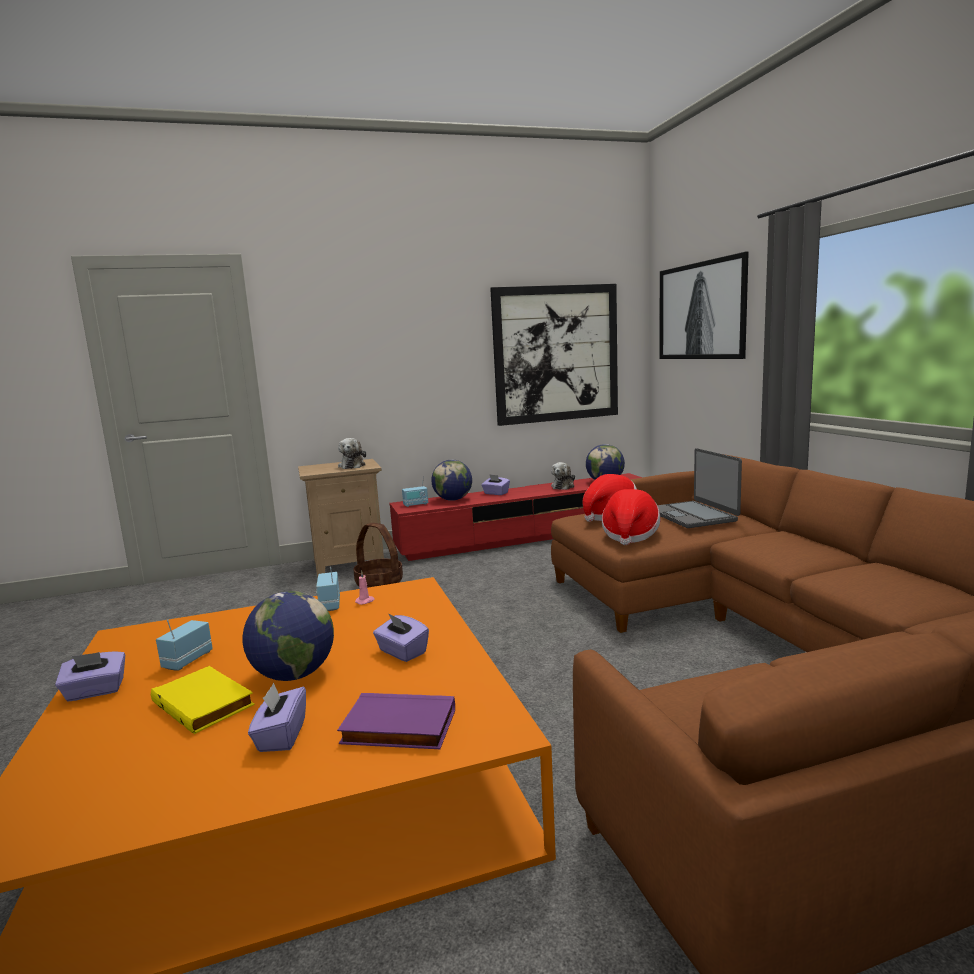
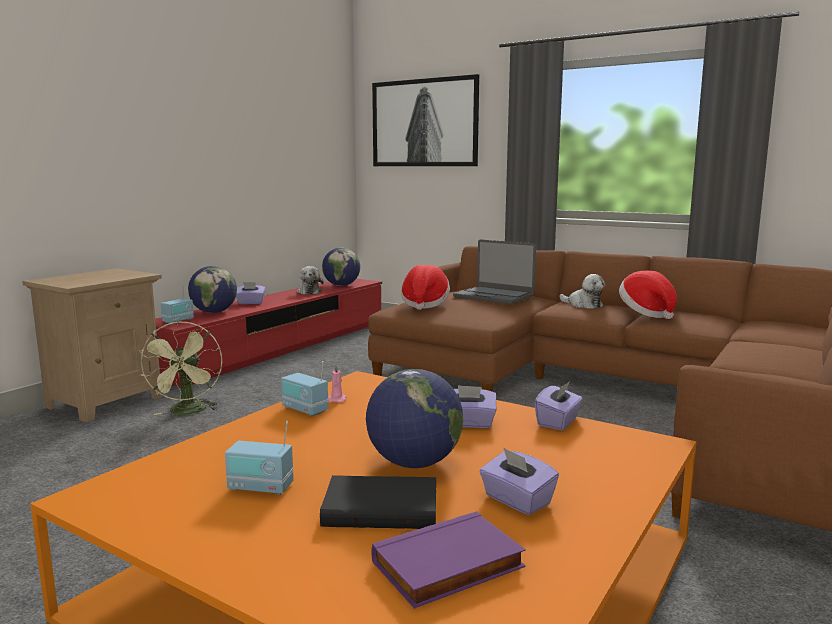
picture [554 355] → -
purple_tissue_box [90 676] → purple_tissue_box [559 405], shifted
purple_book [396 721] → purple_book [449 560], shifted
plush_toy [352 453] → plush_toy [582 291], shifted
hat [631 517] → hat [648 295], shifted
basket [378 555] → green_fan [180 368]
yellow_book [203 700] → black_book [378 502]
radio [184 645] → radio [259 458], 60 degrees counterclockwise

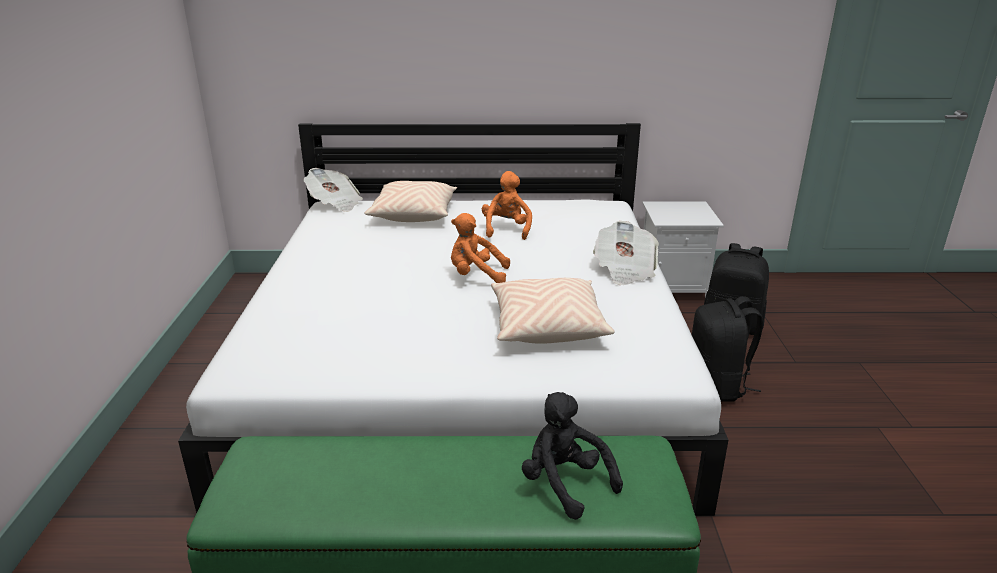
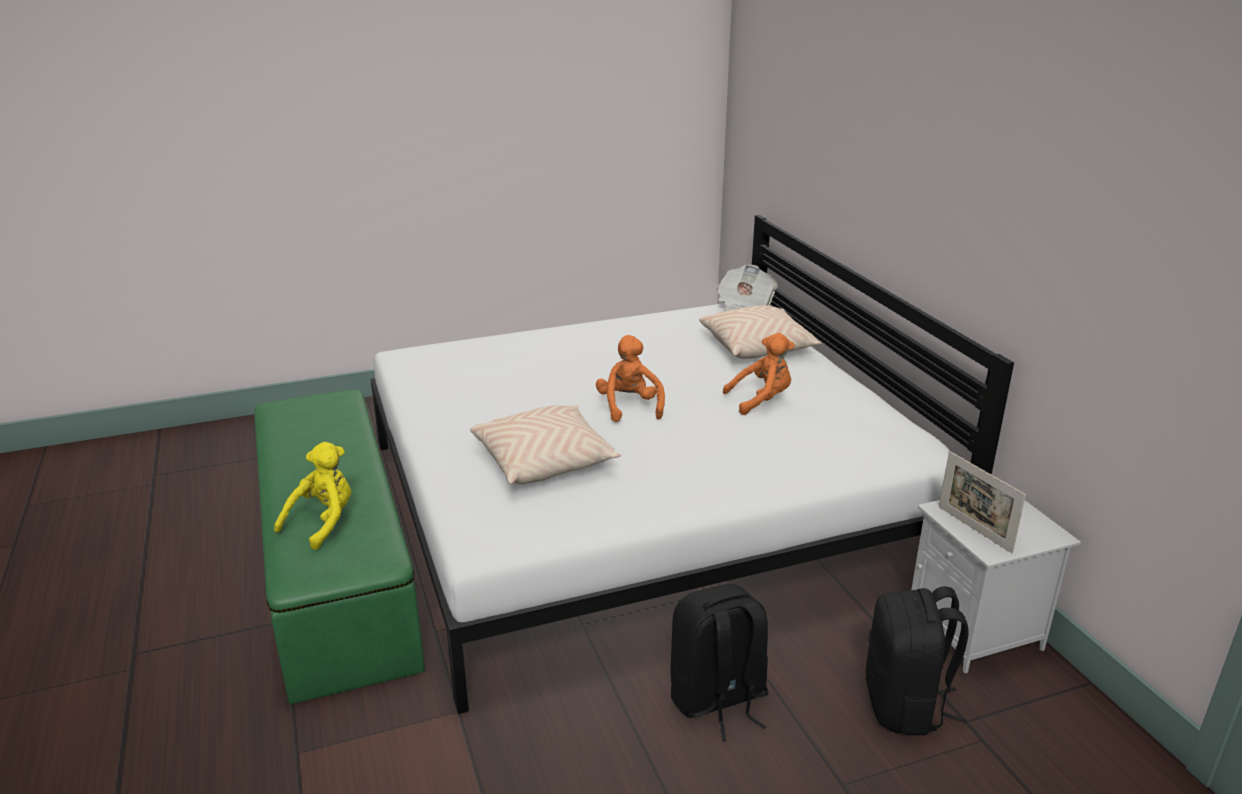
newspaper [626 253] → -
- → picture_frame [982 502]
black_plush_toy [572 456] → yellow_plush_toy [312 496]

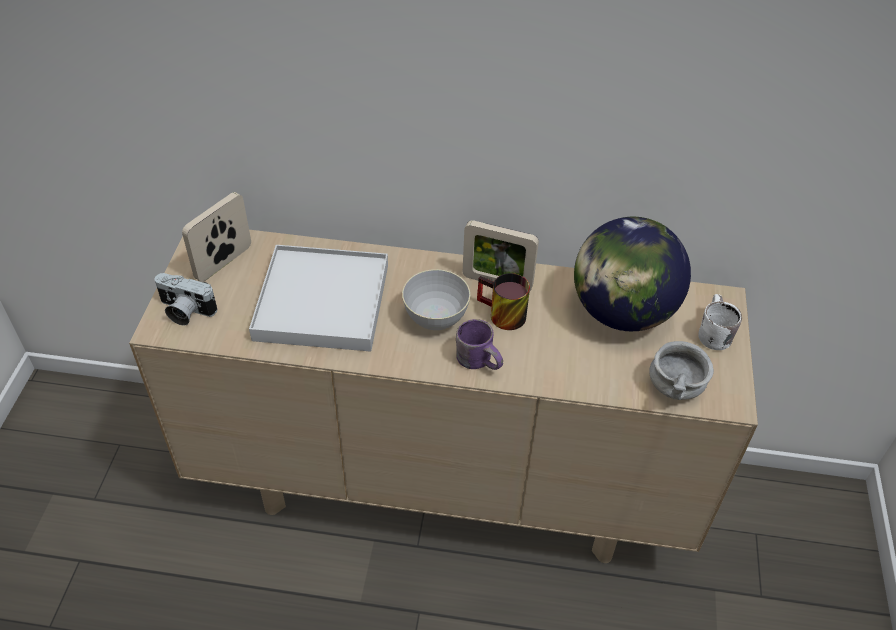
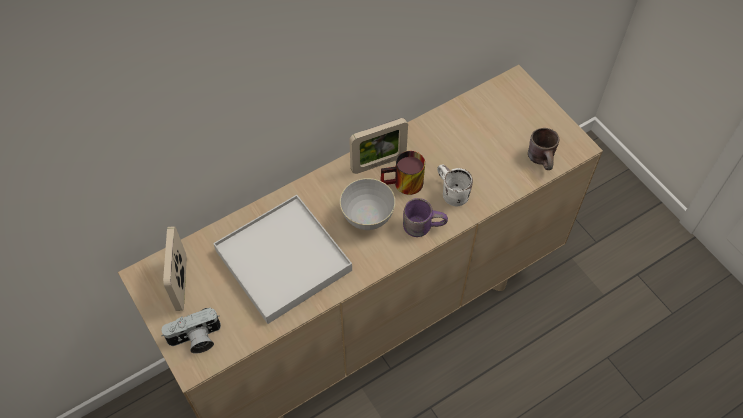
globe [632 274] → -
white_mug [720 322] → white_mug [455 185], shifted
grey_bowl [681 370] → brown_mug [543 149]

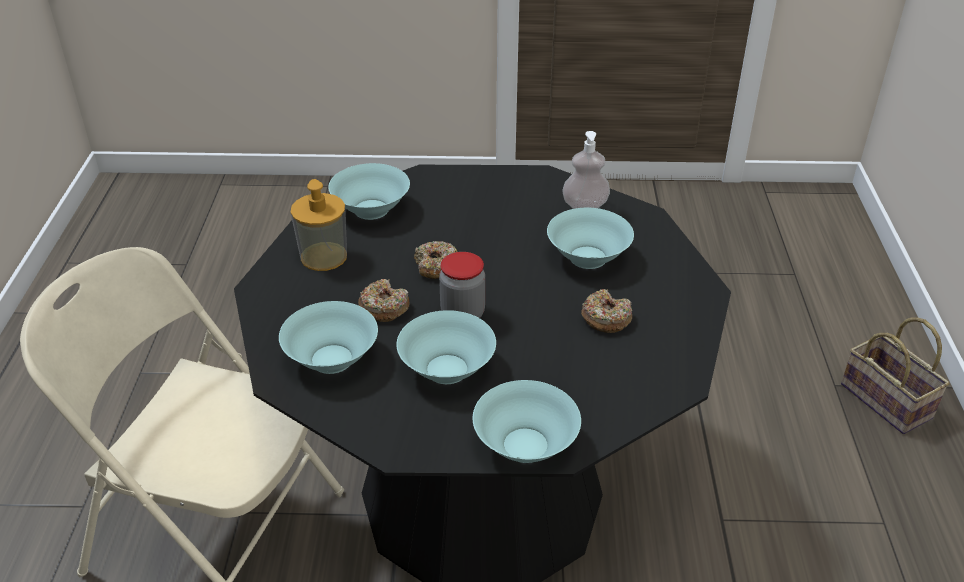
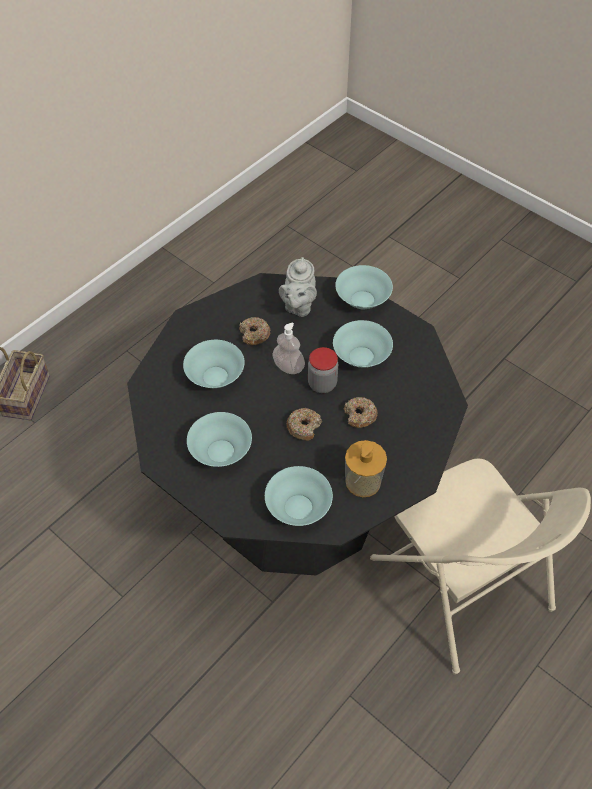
- → grey_teapot [298 287]
turquoise_bowl [328 337] → turquoise_bowl [219 439], shifted
soap_dispenser [586 170] → soap_dispenser [288 348], shifted

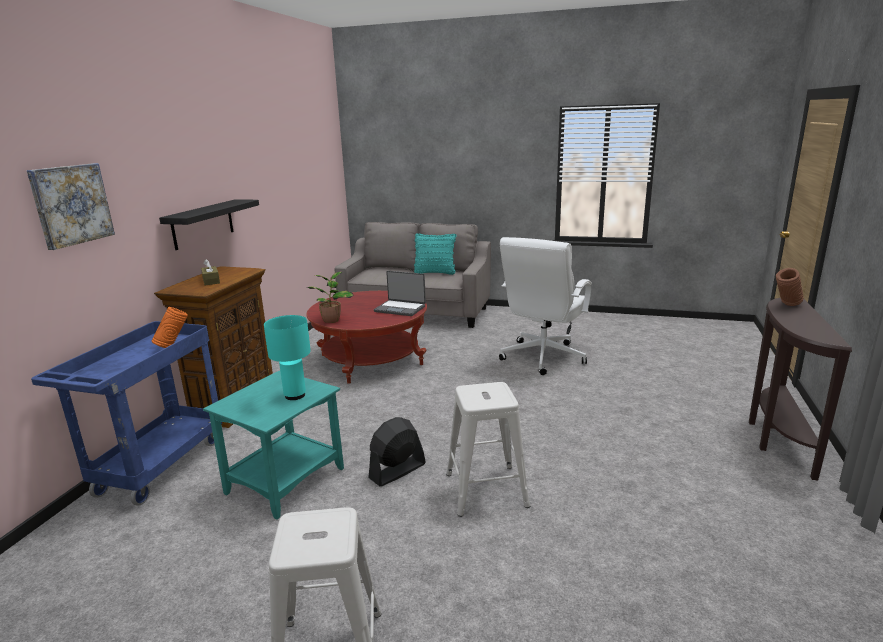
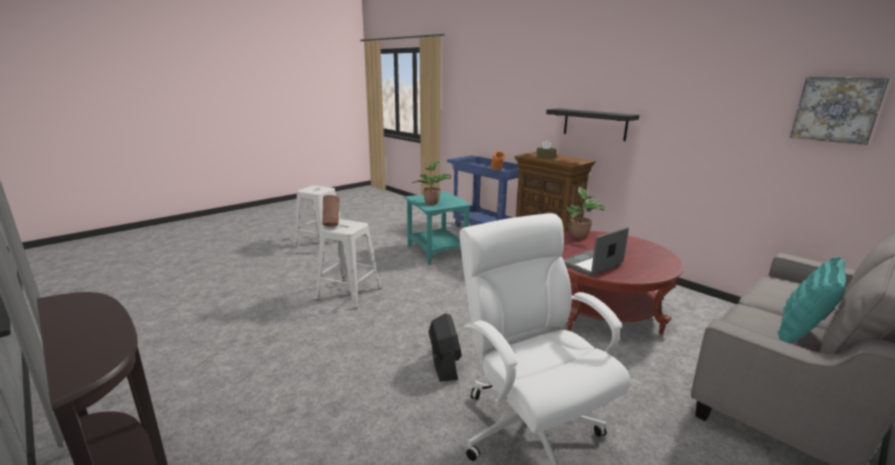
picture [71 206] → picture [840 110], shifted
black_fan [397 452] → black_fan [445 347], shifted
brown_vase [790 287] → brown_vase [330 211], shifted
turquoise_table_lamp [287 357] → potted_plant [432 183]

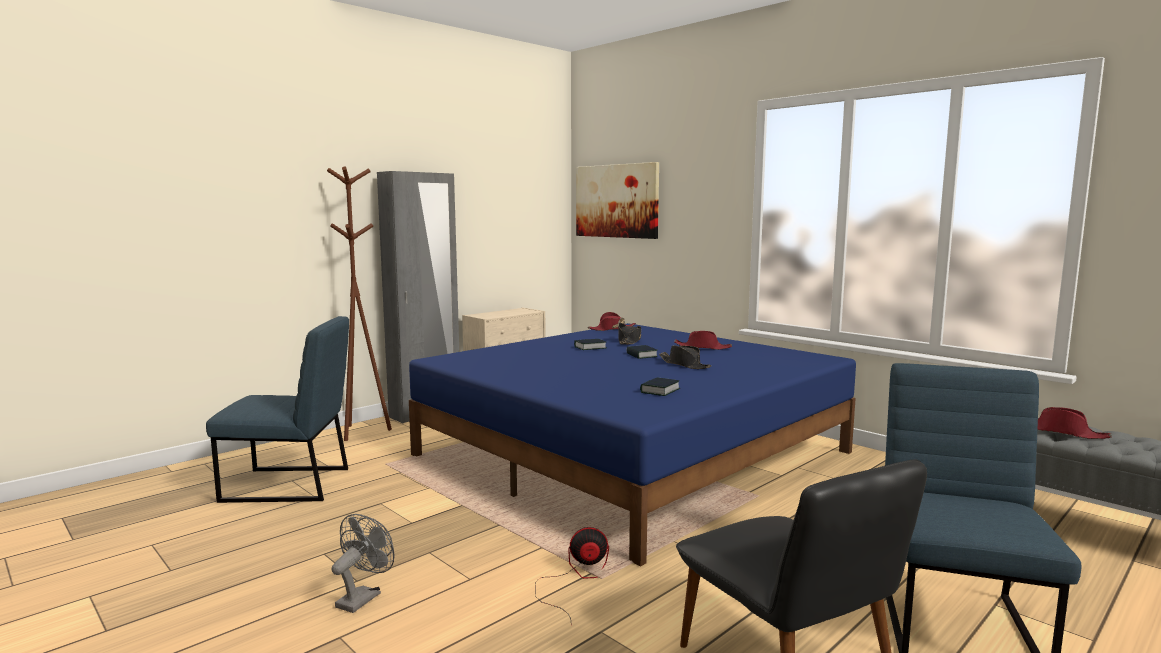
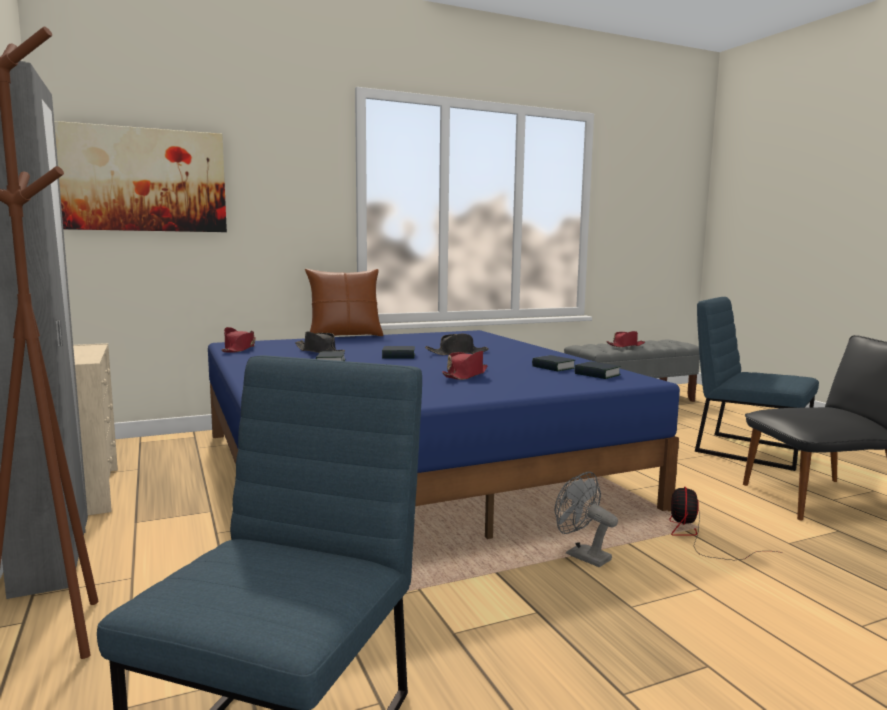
- → brown_pillow [344 302]
- → book [597 370]
grey_fan [363 563] → grey_fan [586 519], shifted
red_hat [703 340] → red_hat [465 365], shifted

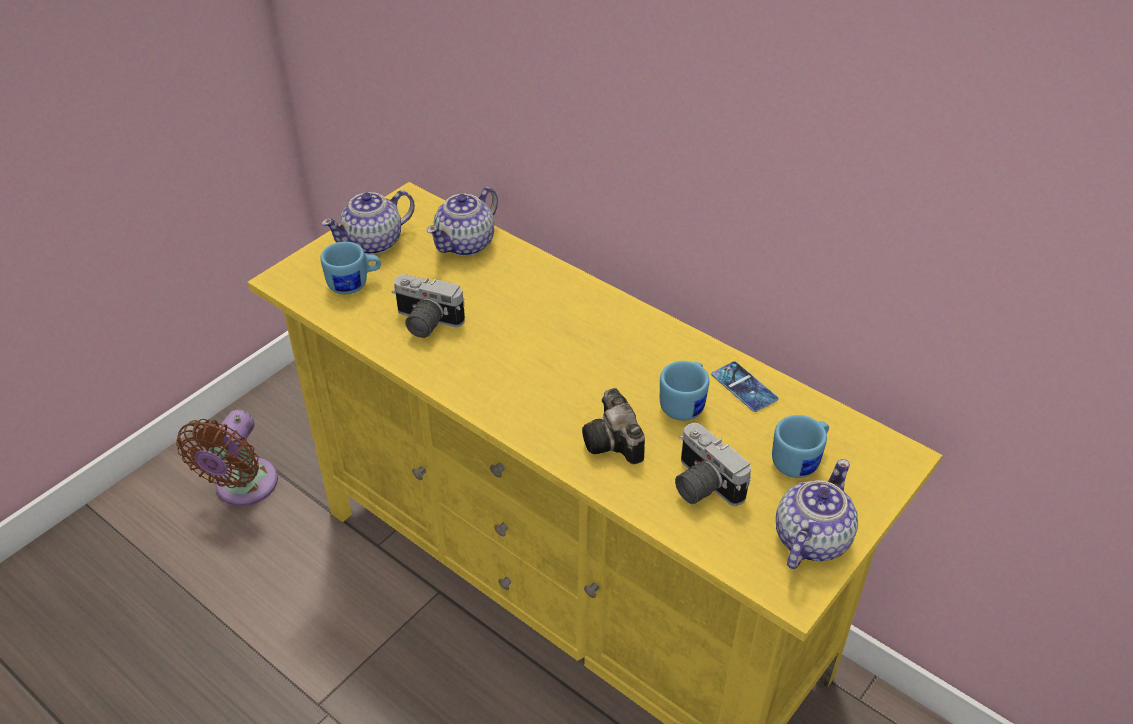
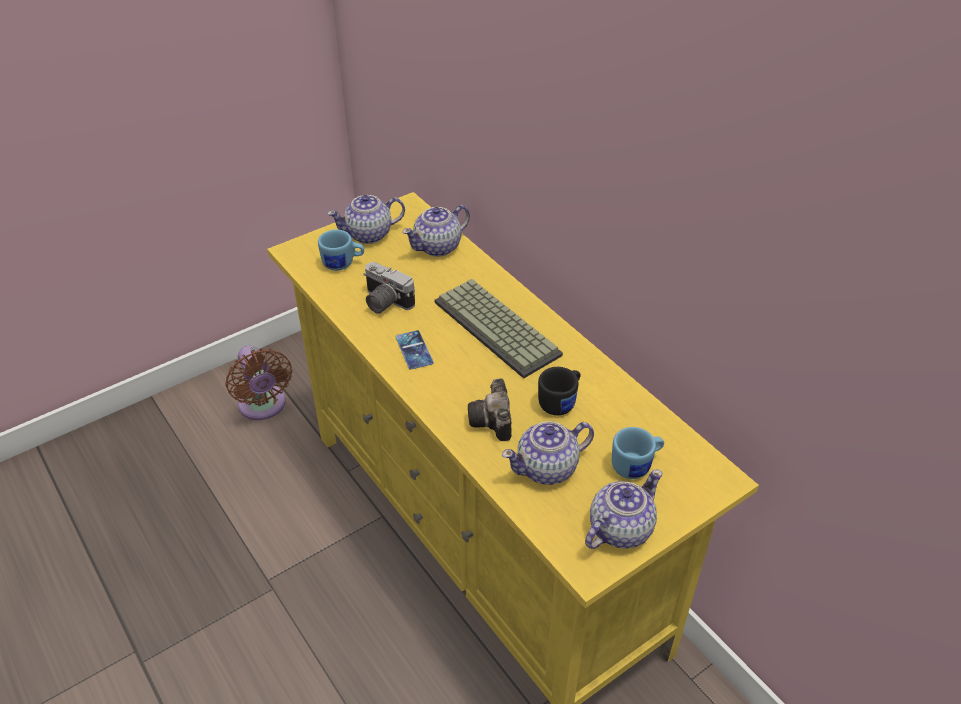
- → keyboard [499 329]
phone [745 386] → phone [415 350], shifted
photo_camera [713 464] → teapot [548 453]
blue_mug [684 391] → black_mug [559 391]
brown_fan [227 457] → brown_fan [258 383], 60 degrees counterclockwise

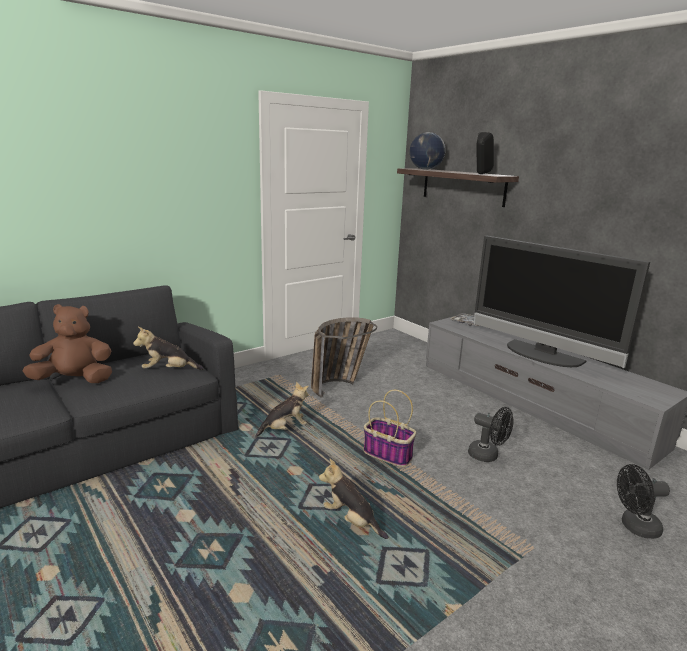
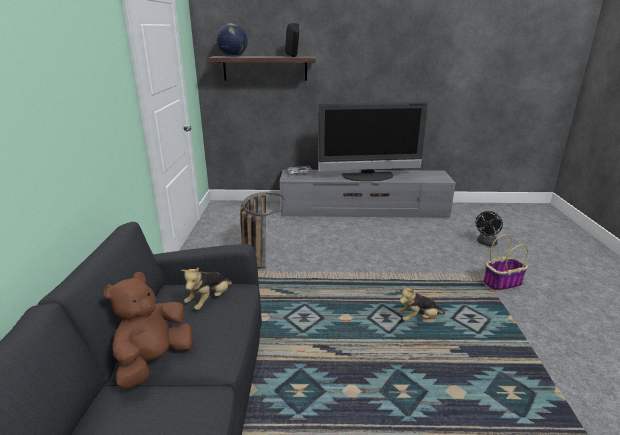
plush_toy [282 409] → -
black_fan [491 434] → -
basket [390 428] → basket [505 263], shifted

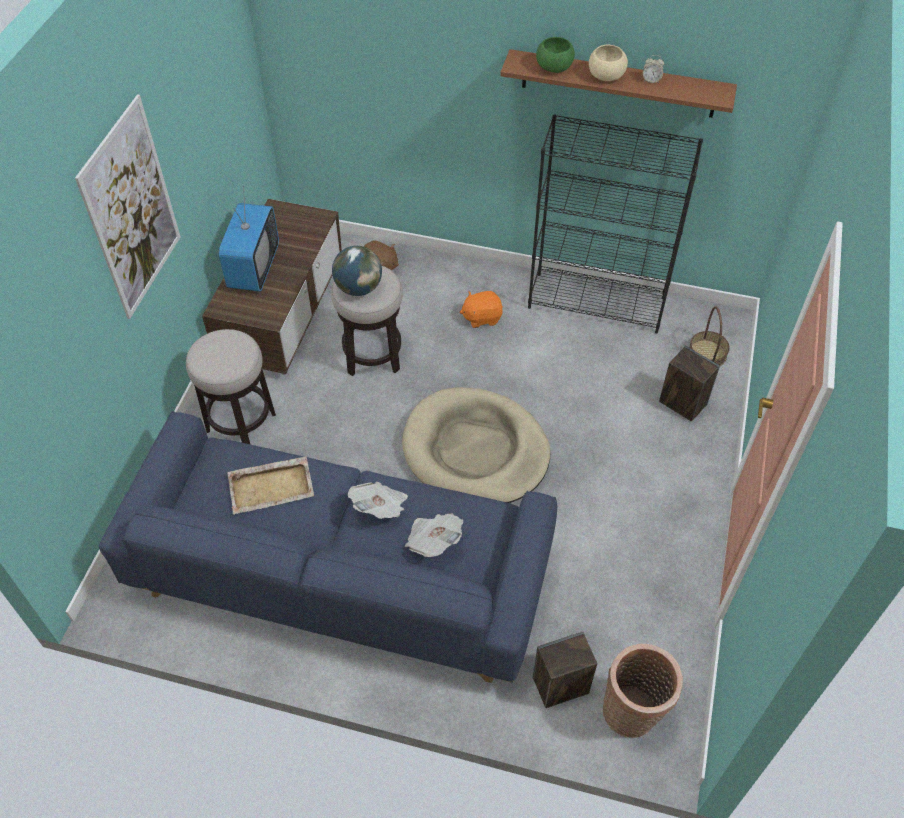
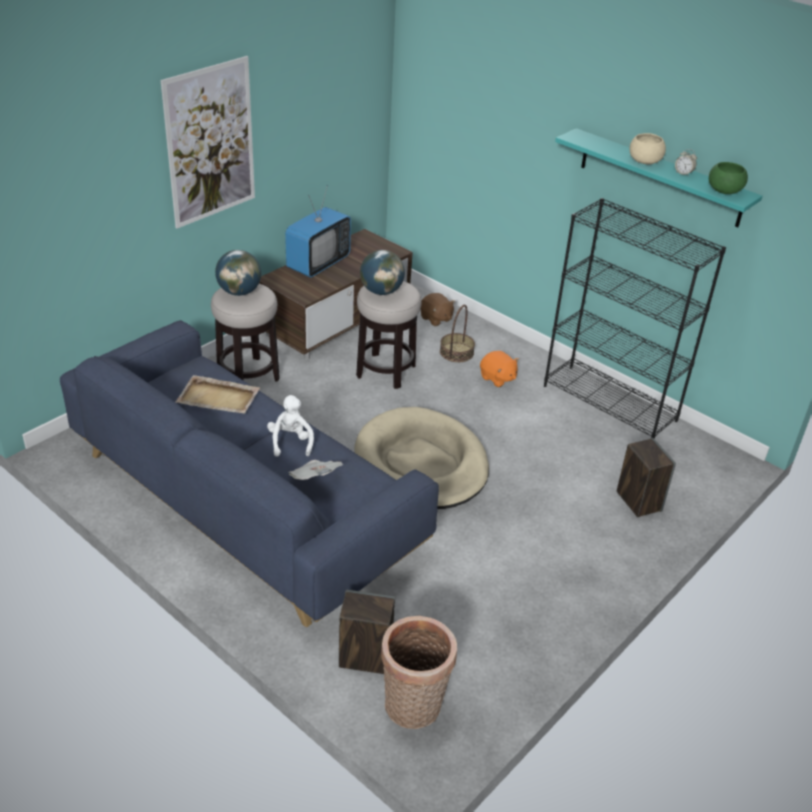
- → globe [238 273]
green_bowl [555 55] → green_bowl [728 178], shifted
basket [709 336] → basket [457 333], shifted
newspaper [378 500] → white_plush_toy [290 426]
brown_shelf [618 83] → turquoise_shelf [659 178]
orange_plush_toy [481 309] → orange_plush_toy [499 369], 150 degrees counterclockwise

